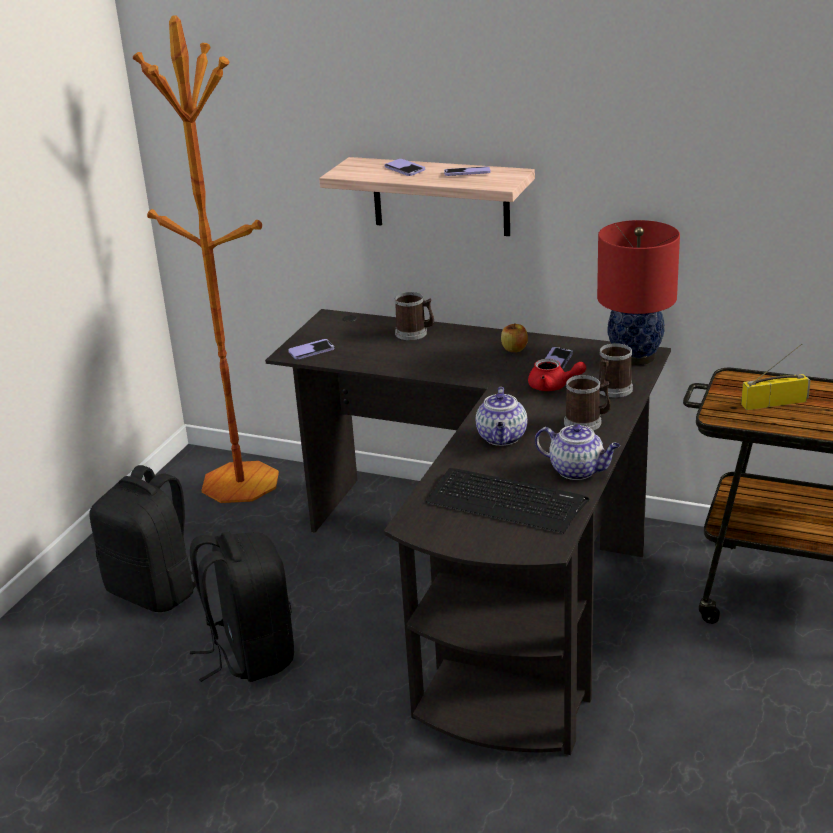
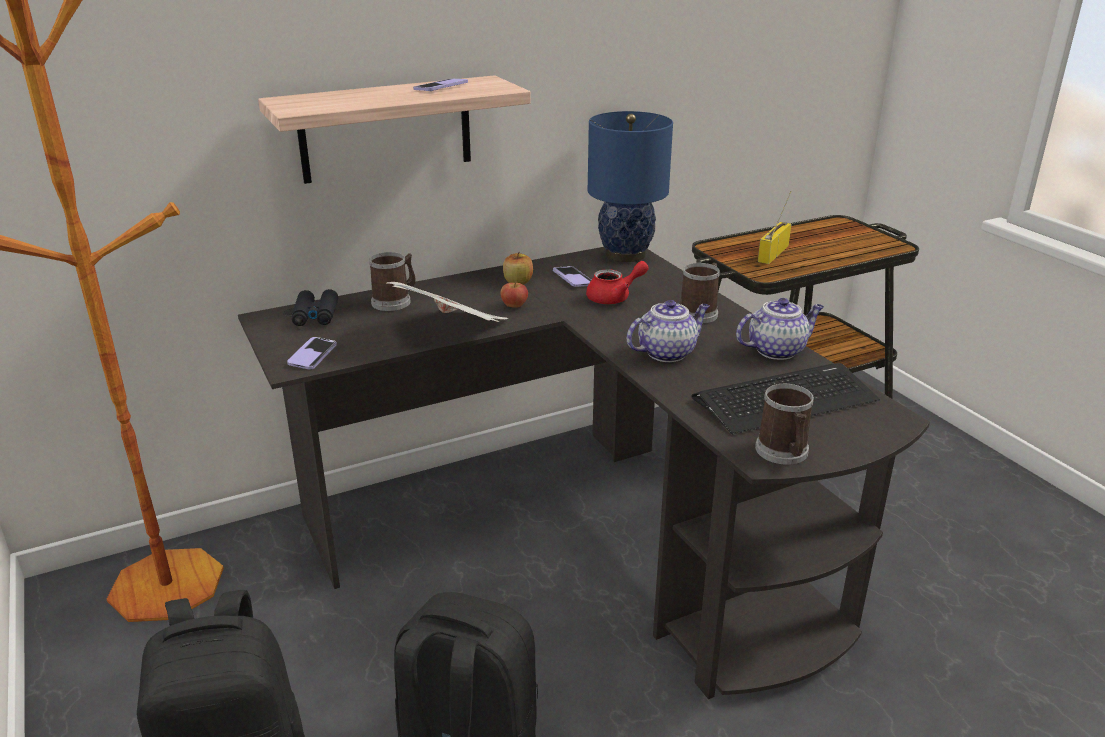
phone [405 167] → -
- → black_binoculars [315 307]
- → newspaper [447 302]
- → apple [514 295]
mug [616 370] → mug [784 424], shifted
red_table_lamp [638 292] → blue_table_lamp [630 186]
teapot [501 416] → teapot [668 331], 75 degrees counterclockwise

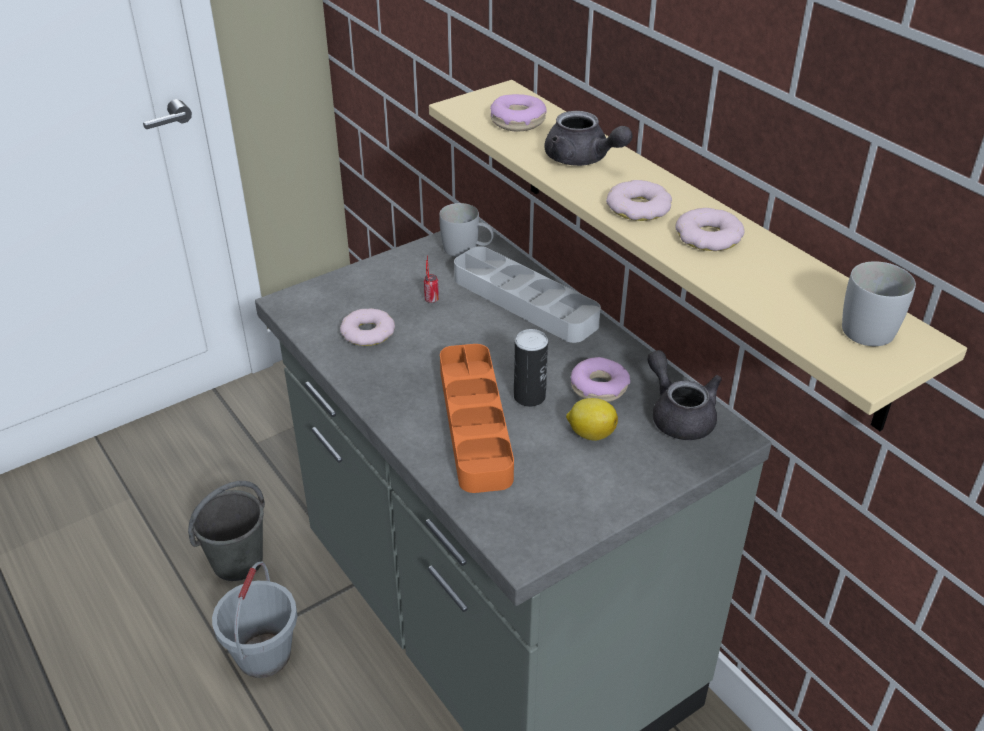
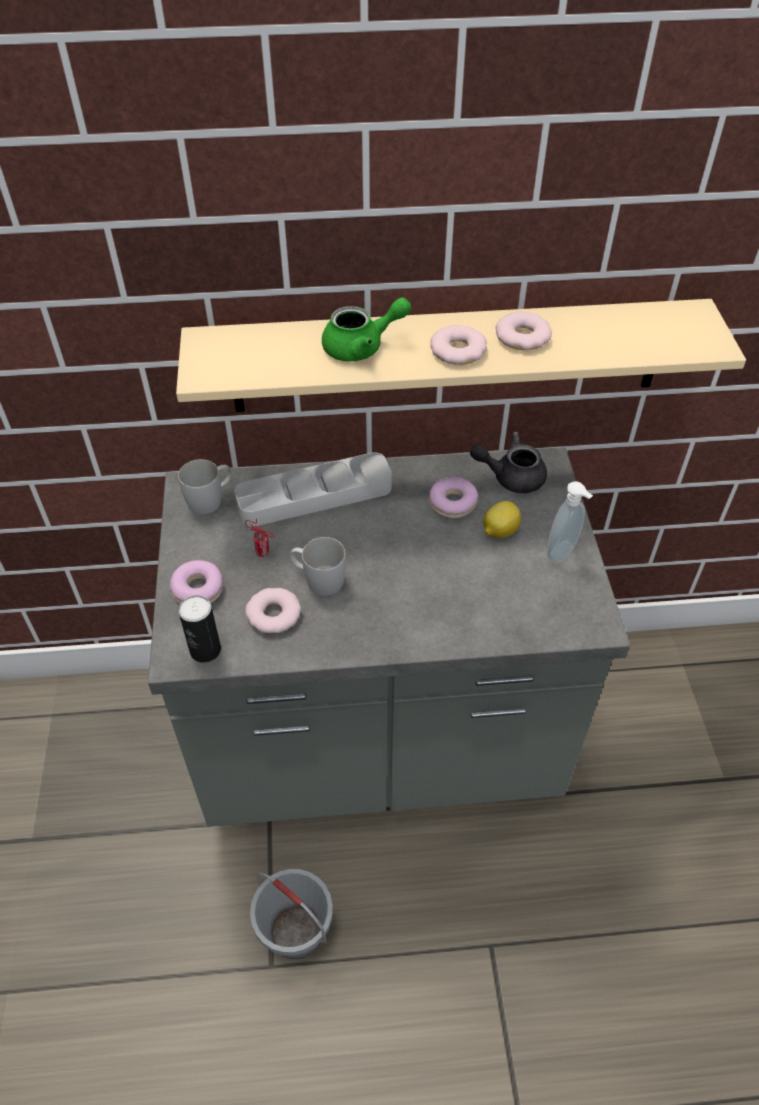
grey_bucket [226 531] → -
orange_tray [477 418] → -
- → soap_dispenser [570 522]
donut [518 113] → donut [196 581], shifted
can [531 368] → can [199 629], shifted
white_mug [879 303] → white_mug [318 566], shifted
grey_teapot [588 138] → green_teapot [366 329]

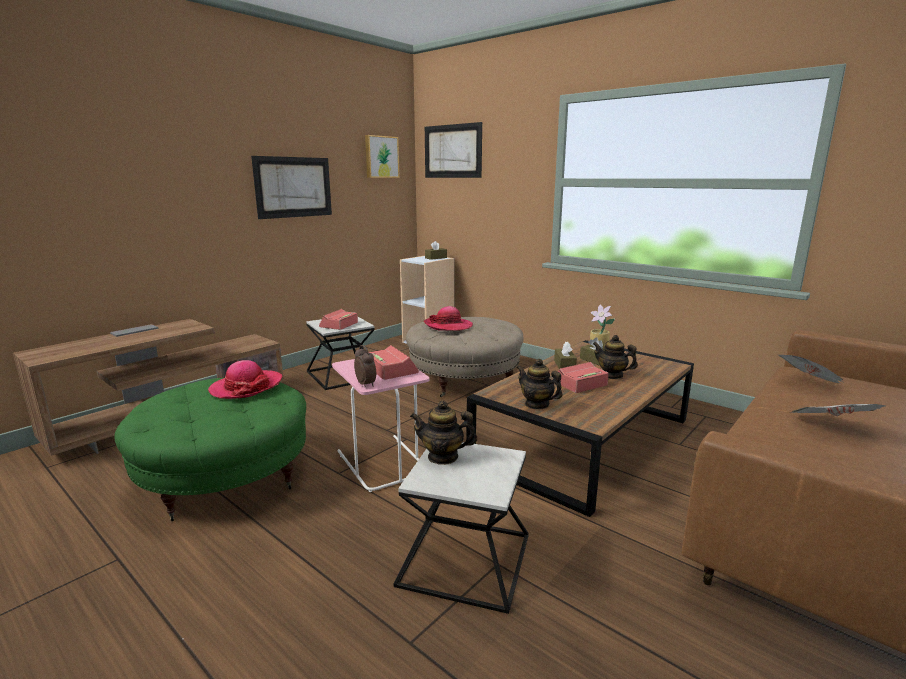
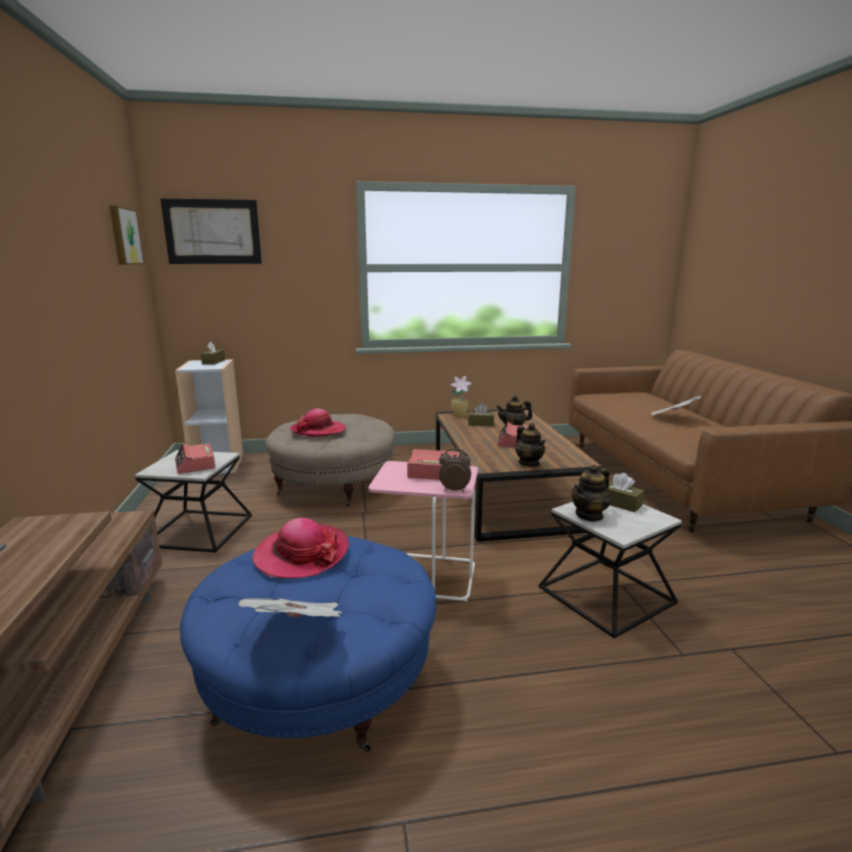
picture [291 187] → -
brown_tissue_box [565 355] → brown_tissue_box [626 492], shifted
newspaper [810 369] → newspaper [290 608], shifted
green_ottoman [210 449] → blue_ottoman [308 644]
teapot [539 384] → teapot [530 445], 105 degrees counterclockwise

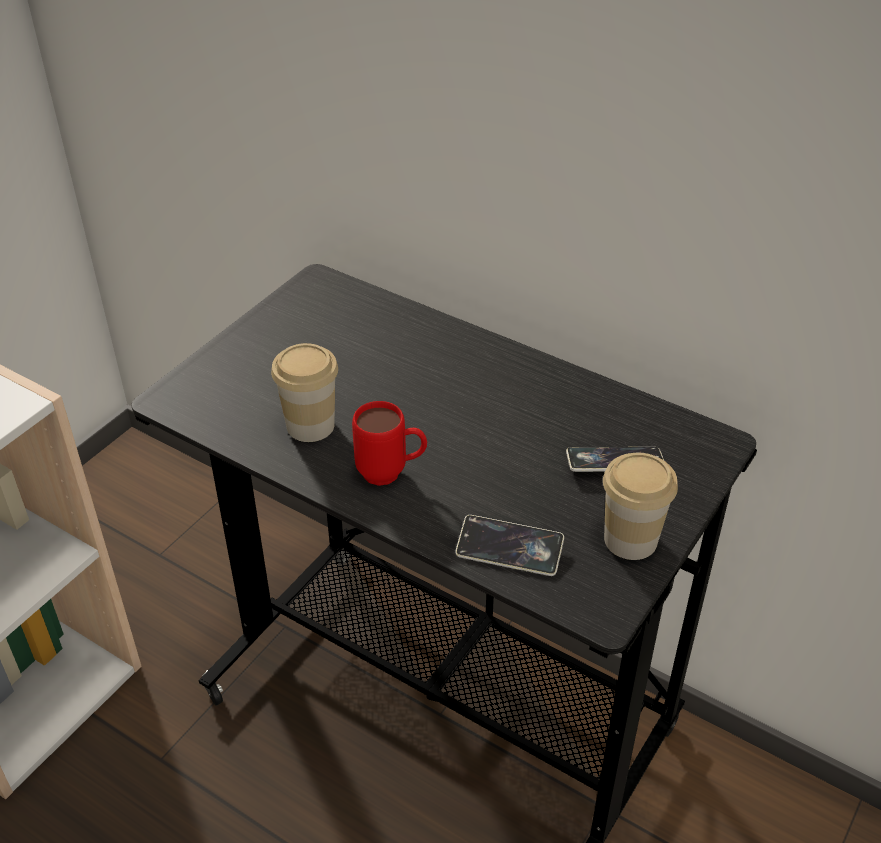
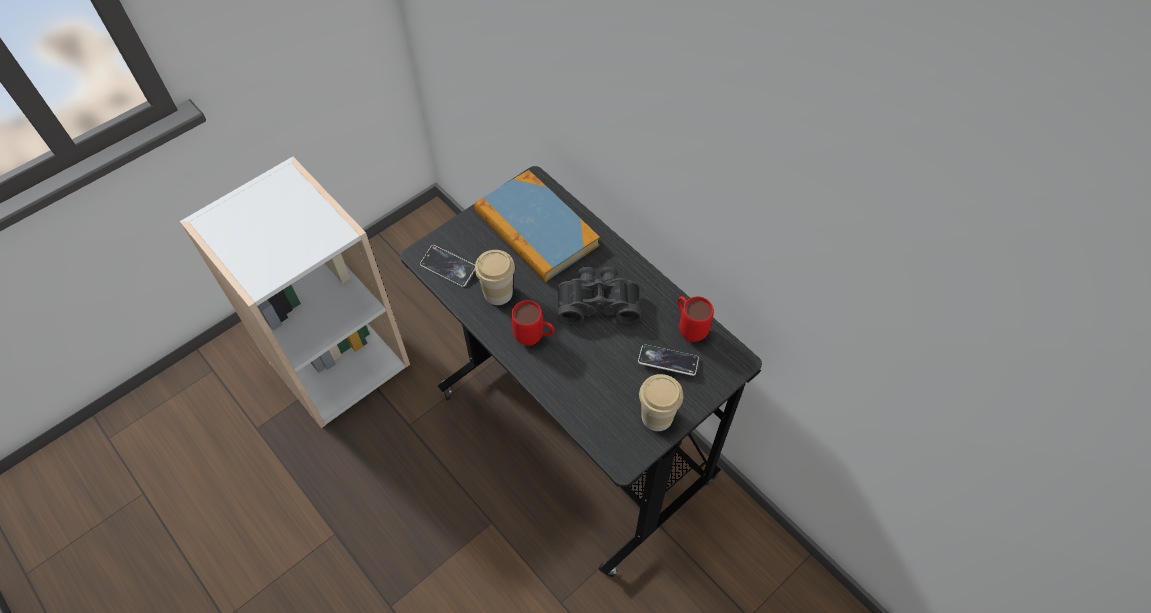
- → book [537 226]
- → black_binoculars [599 296]
- → red_mug [695 319]
phone [509 545] → phone [447 266], shifted

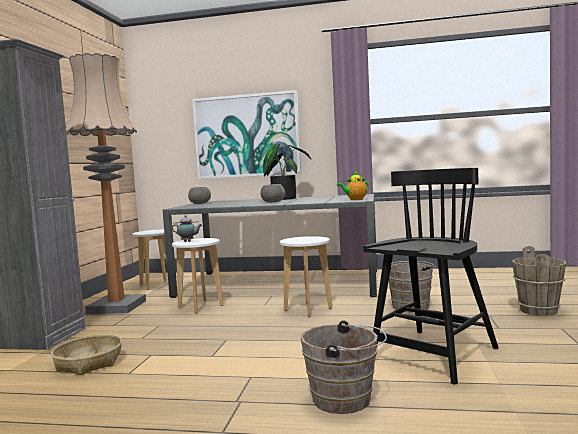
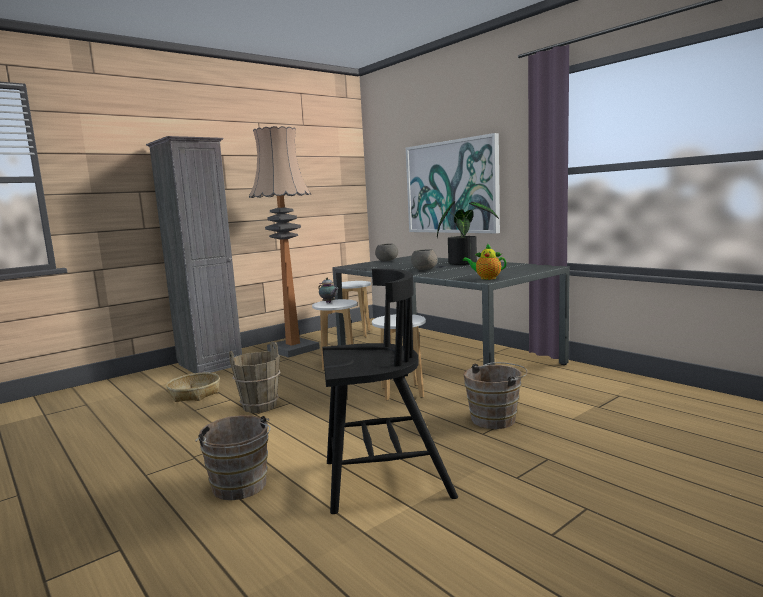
brown_bucket [539 281] → brown_bucket [255 377], shifted

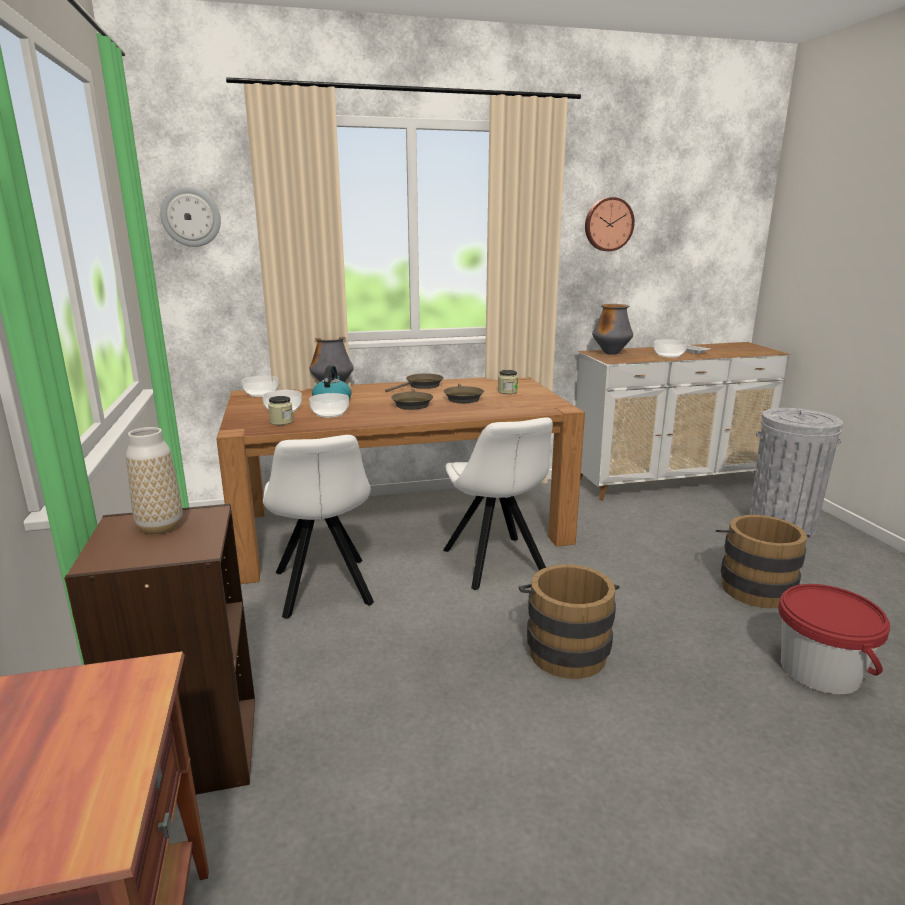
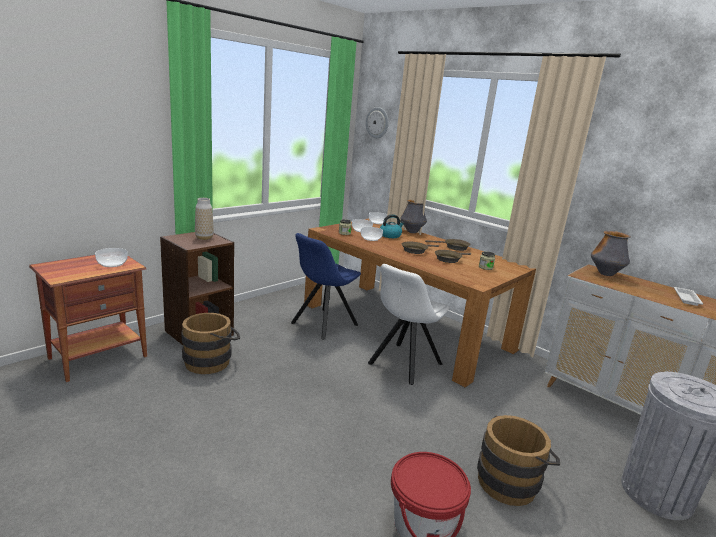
wall_clock [610 224] → -
brown_bucket [569 621] → brown_bucket [210 343], shifted
bowl [670 348] → bowl [111 257], shifted
white_chair [318 527] → blue_chair [326 286]

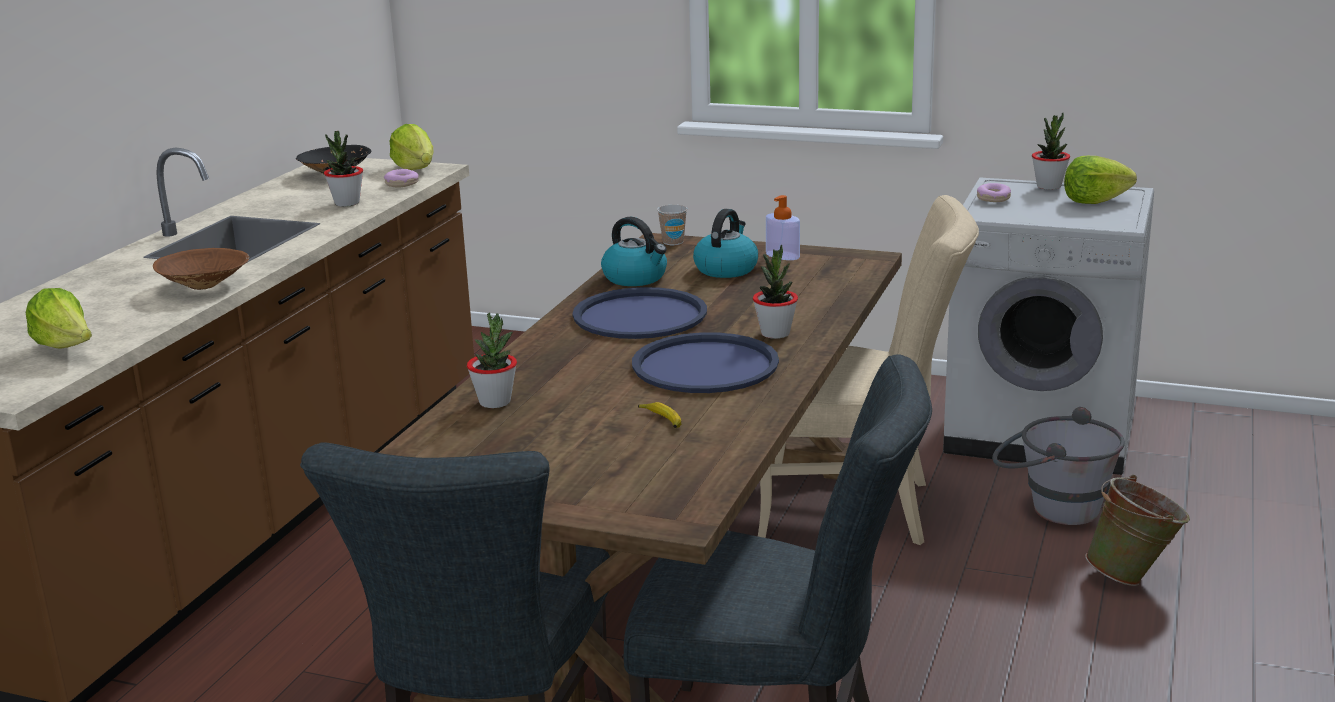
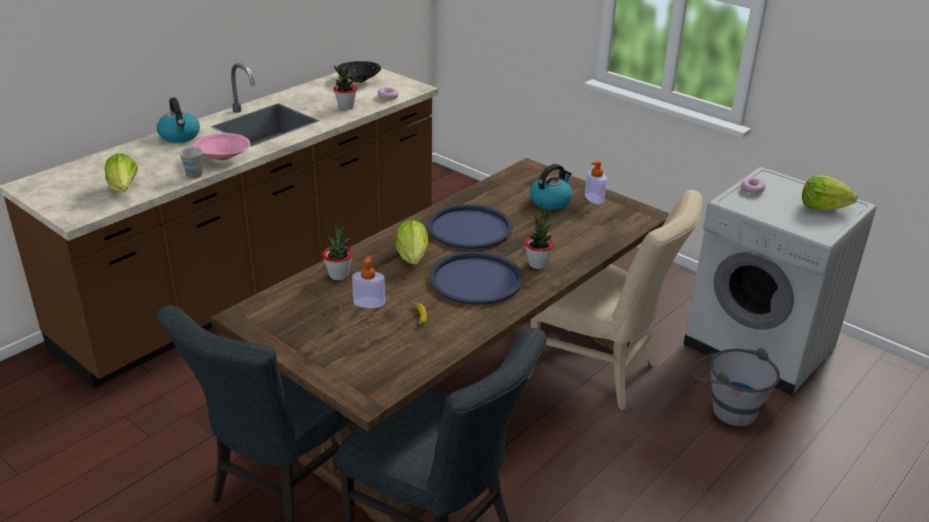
potted_plant [1051 151] → -
green_bucket [1137 530] → -
- → soap_dispenser [368 282]
lettuce [411 147] → lettuce [412 242], shifted
kettle [634 251] → kettle [178 120], shifted
cup [672 224] → cup [191 163], shifted
brown_bowl [201 269] → pink_bowl [221 146]

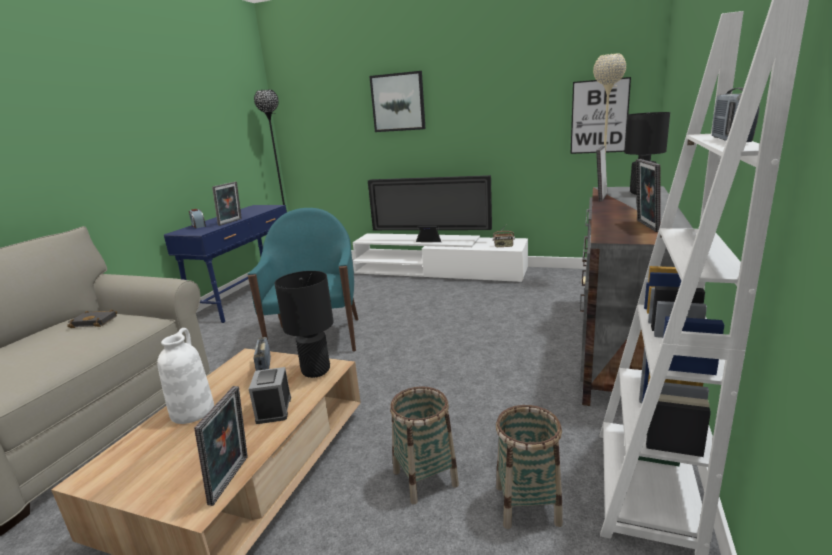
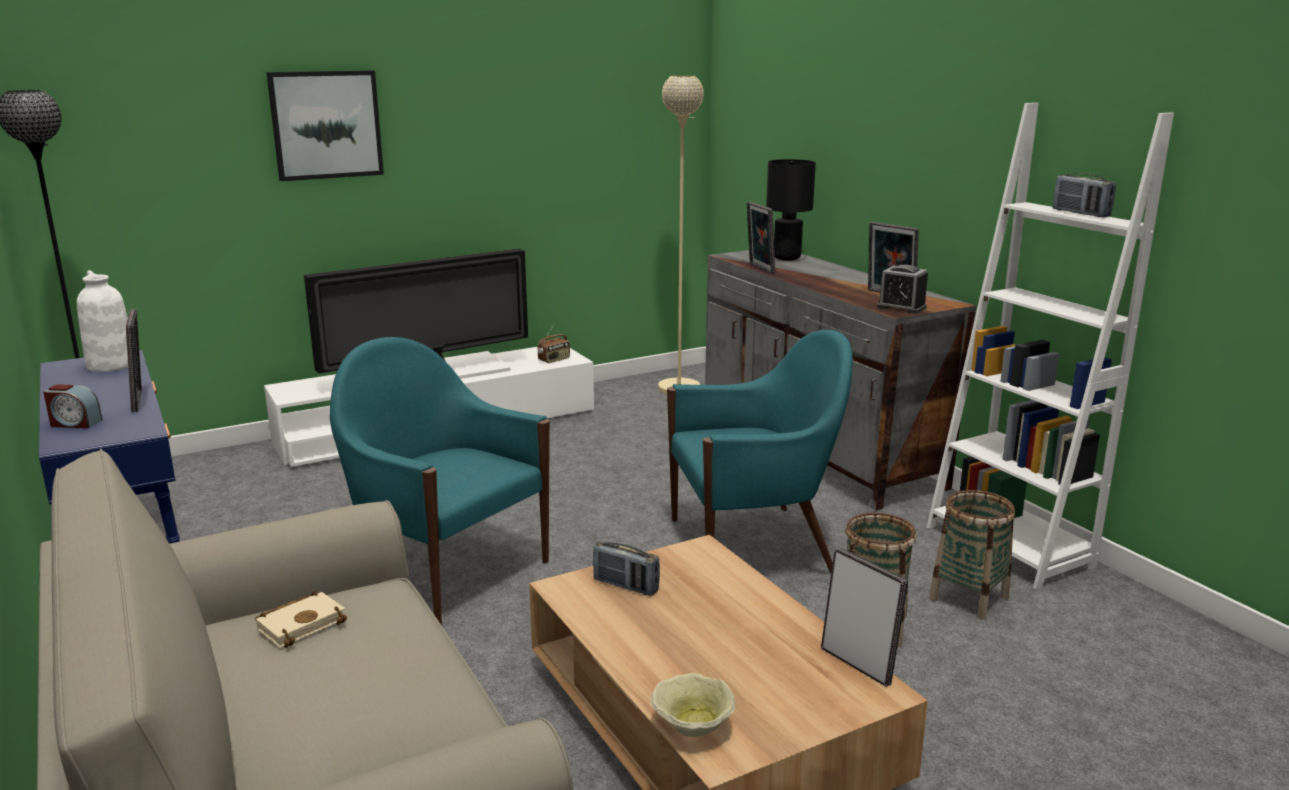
black_table_lamp [304 324] → -
picture [601 115] → -
- → beige_bowl [693 705]
- → turquoise_armchair [760 451]
white_vase [185 376] → white_vase [102 321], shifted
alarm_clock [270 395] → alarm_clock [902 289], shifted
black_book [92 319] → beige_book [301 619]

